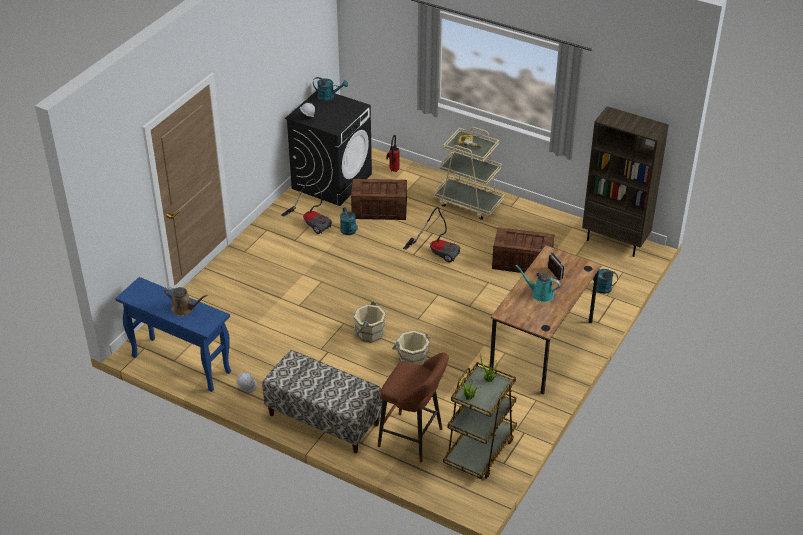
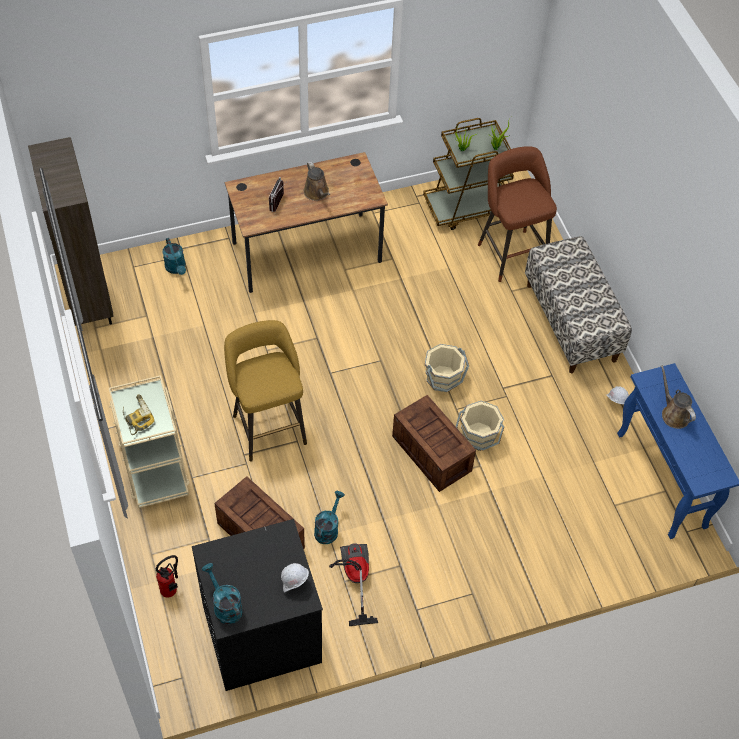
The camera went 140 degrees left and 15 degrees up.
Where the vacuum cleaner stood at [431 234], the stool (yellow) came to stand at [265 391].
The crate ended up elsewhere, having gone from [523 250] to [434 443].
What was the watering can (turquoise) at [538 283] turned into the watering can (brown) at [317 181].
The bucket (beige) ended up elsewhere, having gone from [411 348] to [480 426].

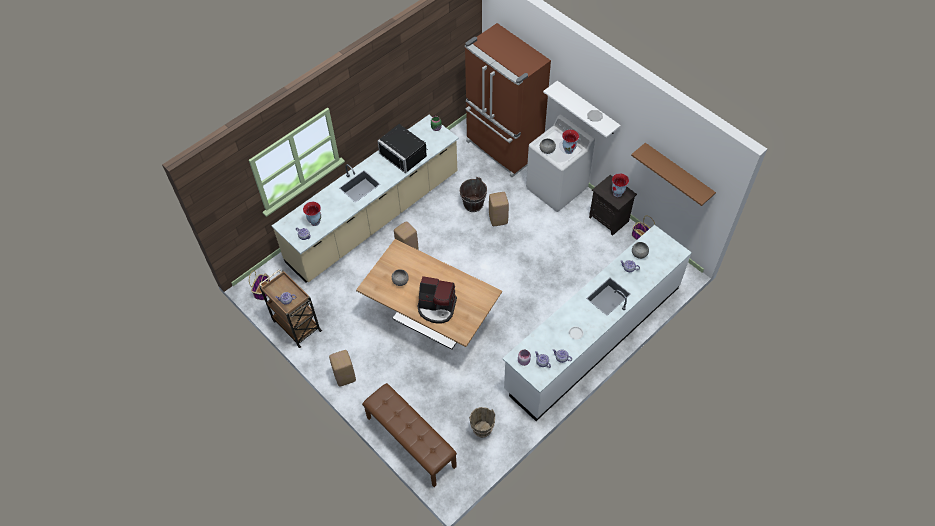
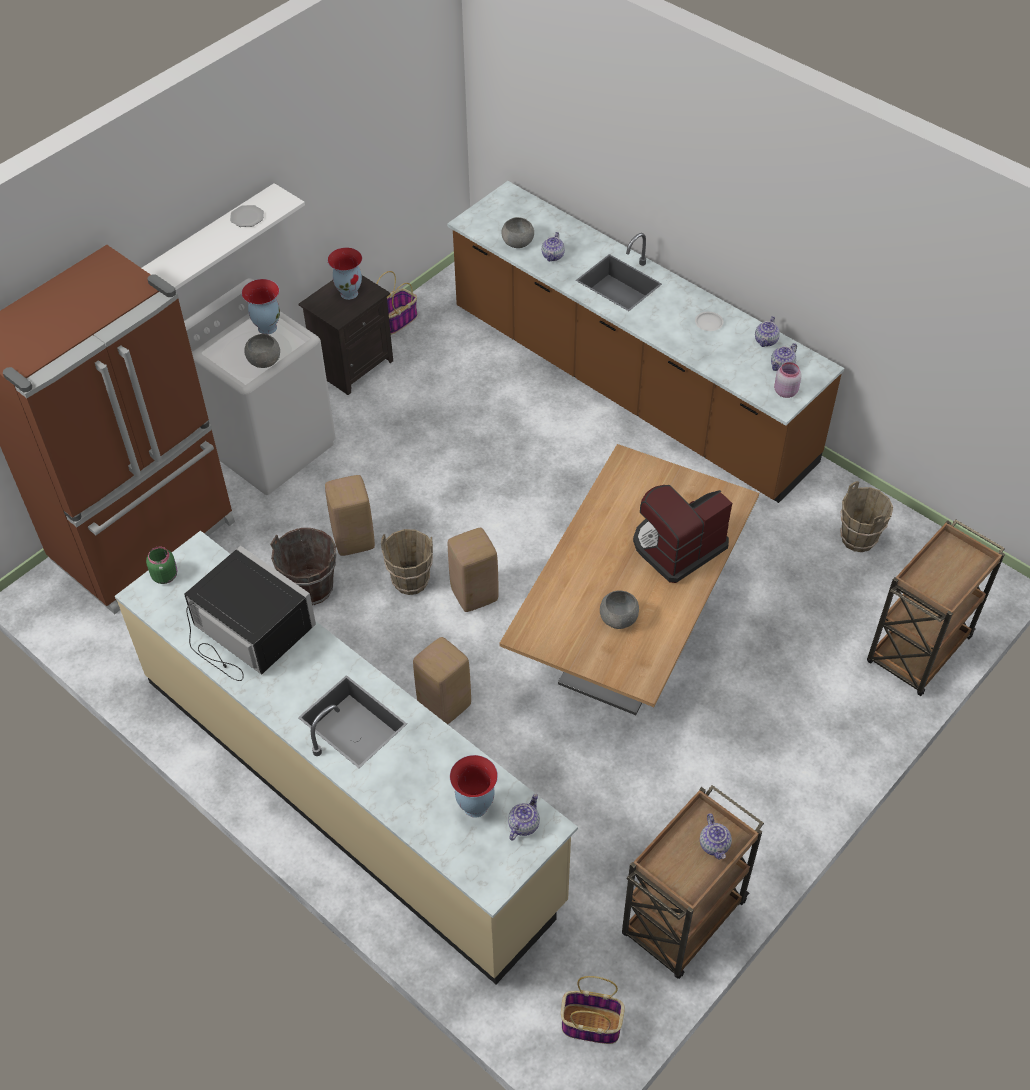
The camera went 95 degrees left and 5 degrees down.
The microwave (black) at [402 148] ended up facing another way, 90 degrees counterclockwise from before.
The second view lost the shelf (brown) at [673 174].
What was the counter (white) at [597 323] turned into the counter (brown) at [645 342].
The coffee machine at [437 299] ended up facing another way, 135 degrees counterclockwise from before.
The stool (beige) ended up elsewhere, having gone from [342 368] to [473 570].
Where the bench (brown) stood at [409 435], the cart (brown) came to stand at [936 607].
The second view gained the bucket (brown) at [407 562].

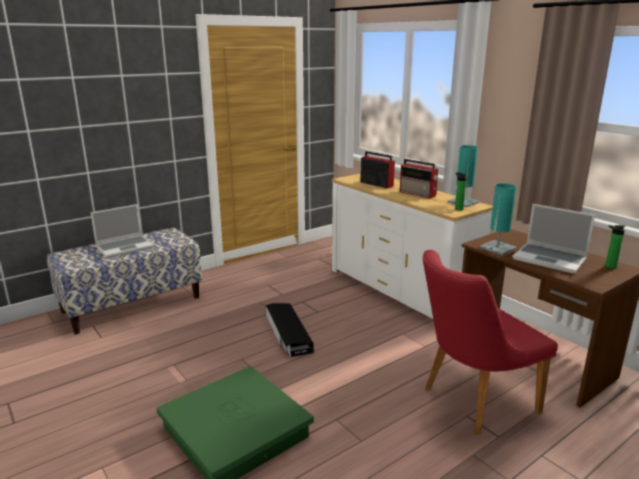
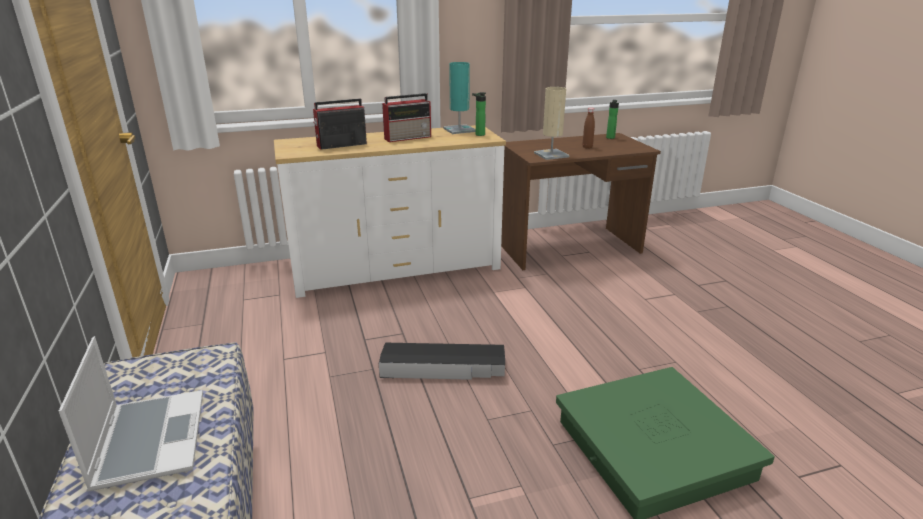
The camera went 70 degrees left and 5 degrees up.
What was the table lamp (turquoise) at [498 219] turned into the table lamp (beige) at [551 123].
Where the laptop stood at [553 238], the bottle (brown) came to stand at [588 128].
The second view lost the chair (red) at [490 342].

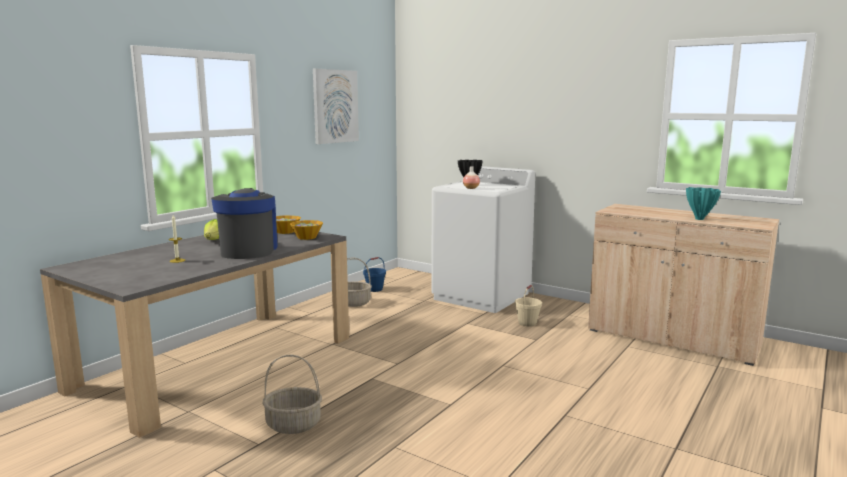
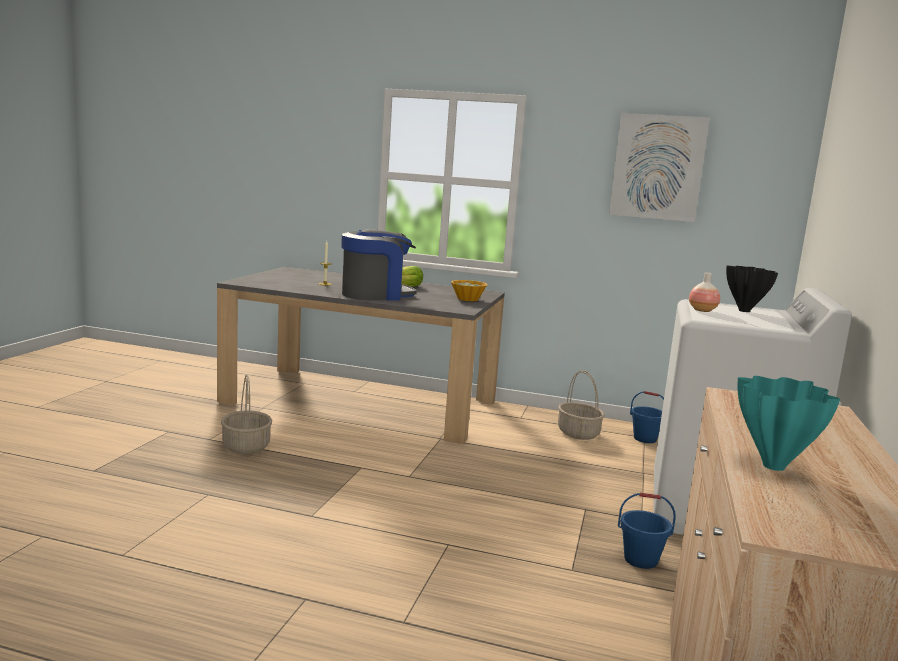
The camera went 70 degrees right and 0 degrees up.
The second view lost the bowl at [306 230].
What was the bucket (beige) at [528 306] turned into the bucket (blue) at [647 531].

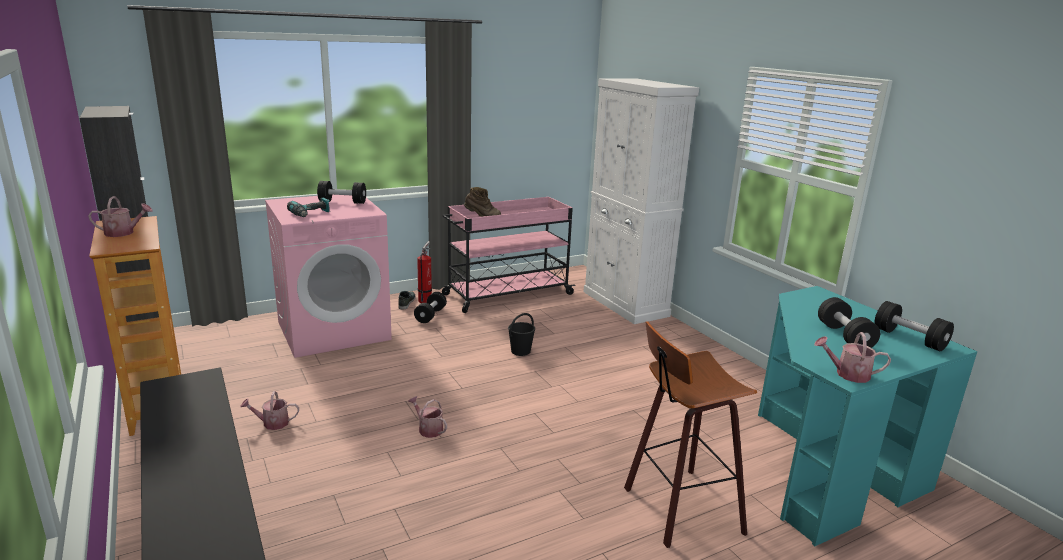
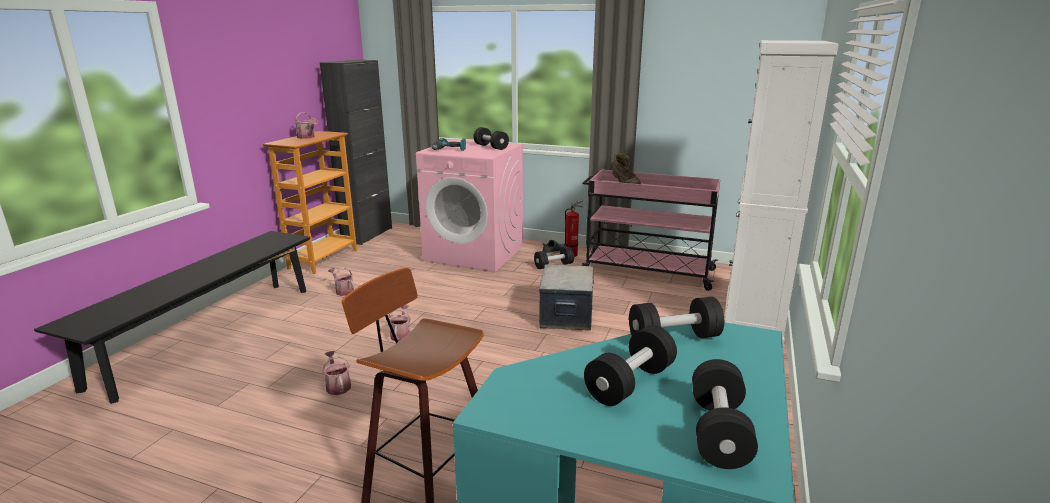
The camera went 50 degrees right and 0 degrees up.
Where the bucket (black) stood at [521 334], the storage box came to stand at [566 297].
The watering can ended up elsewhere, having gone from [852 357] to [336 373].
The second view gained the dumbbell (black) at [676 317].

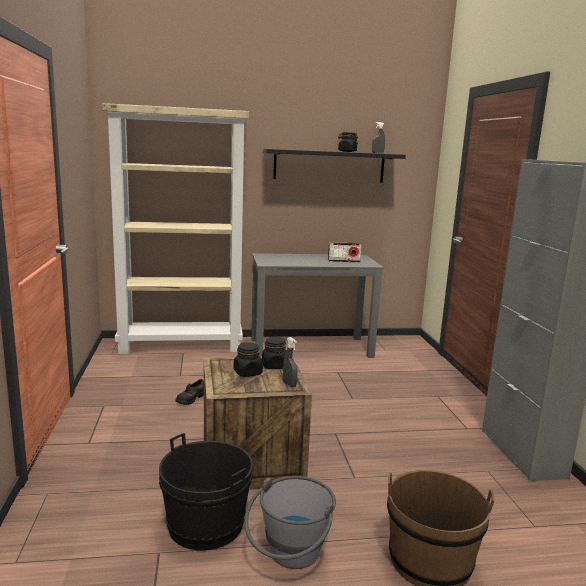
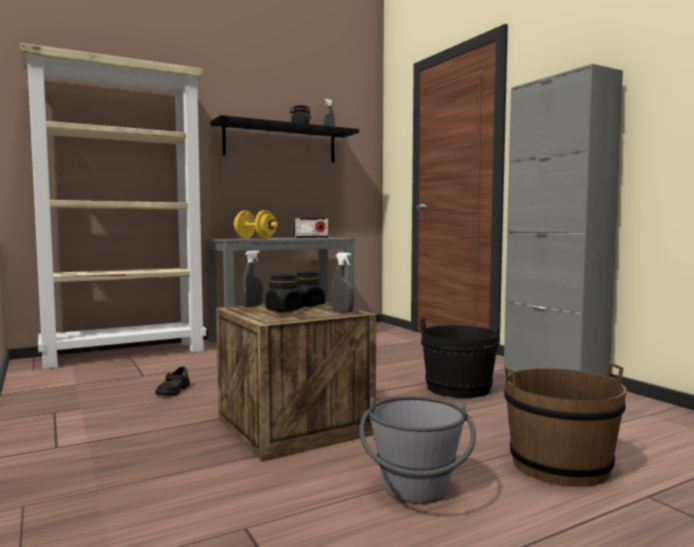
The camera went 20 degrees left and 10 degrees down.
The bucket (black) ended up elsewhere, having gone from [206 492] to [460 358].
The second view gained the dumbbell (yellow) at [255 224].
The second view gained the spray bottle (grey) at [252 278].

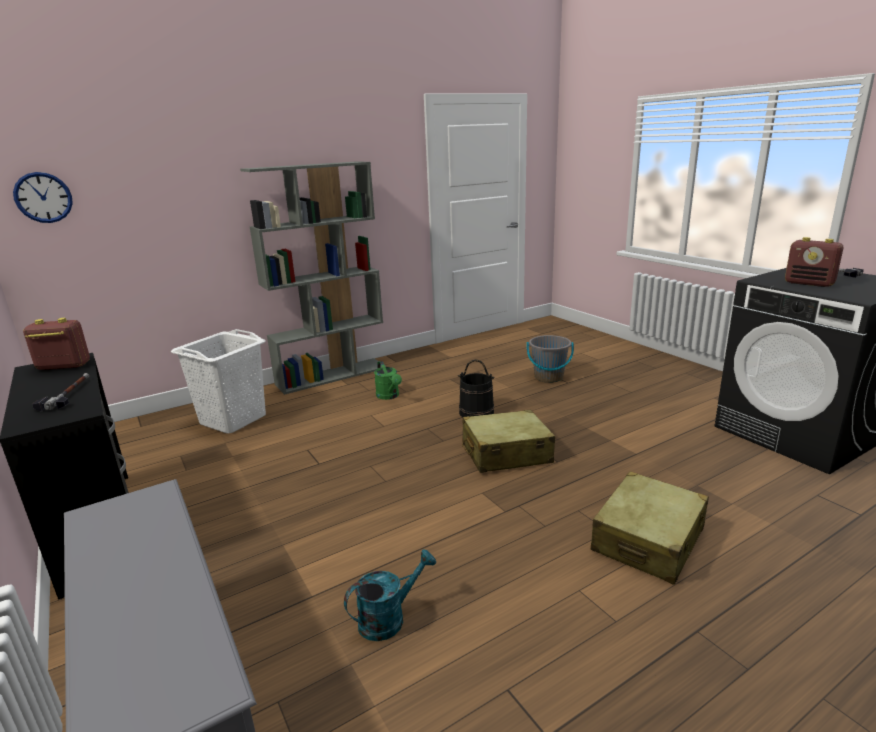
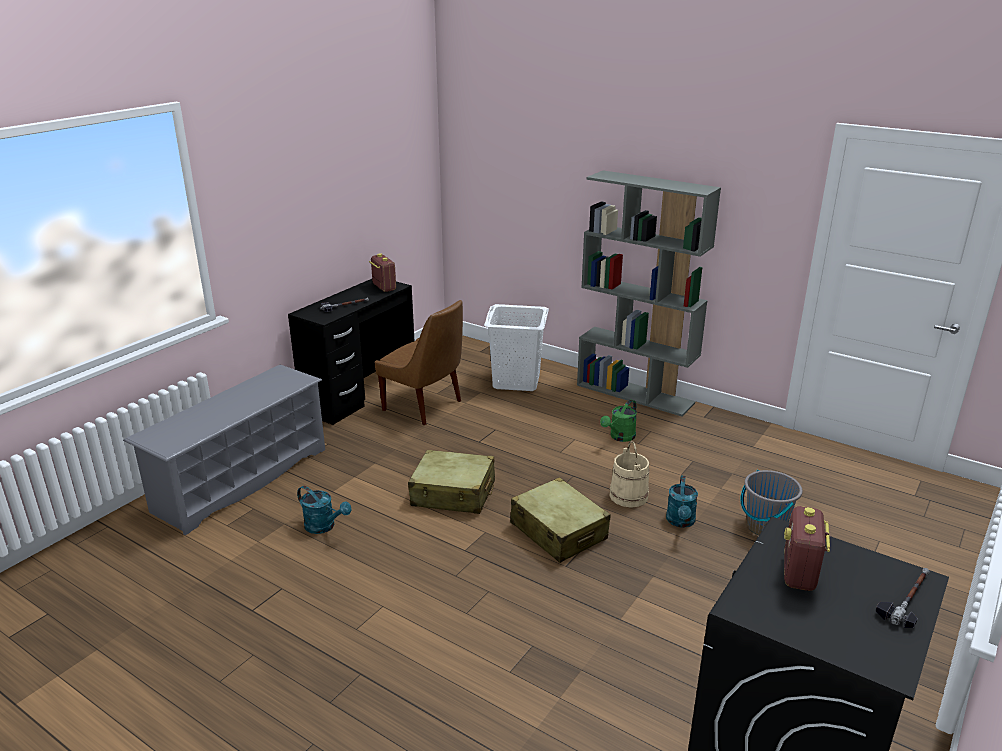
The camera went 65 degrees right and 5 degrees up.
The second view lost the wall clock at [43 197].
What was the bucket (black) at [476 388] turned into the bucket (beige) at [629 474].
The suitcase (beige) ended up elsewhere, having gone from [650 528] to [451 482].
The second view gained the chair (brown) at [419 362].
The second view gained the watering can (turquoise) at [682 502].

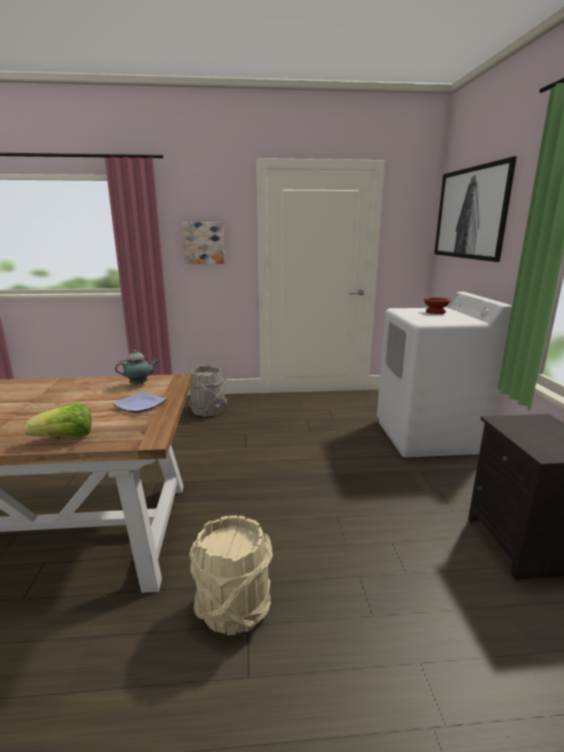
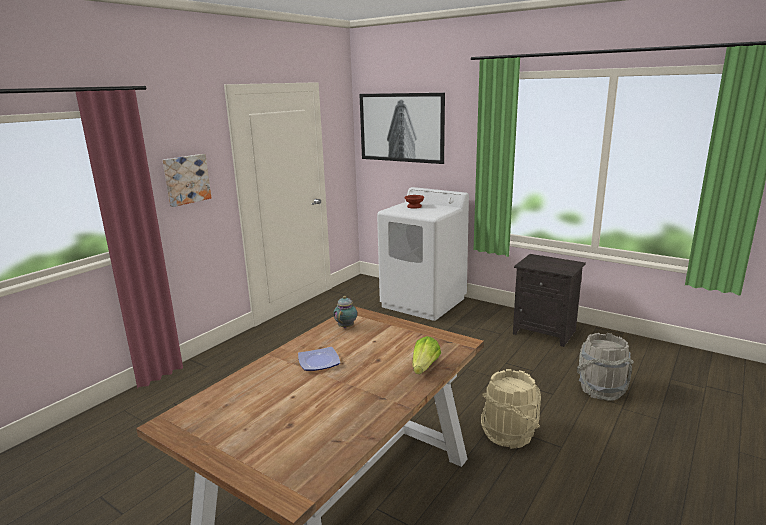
The camera went 50 degrees left and 0 degrees up.
The bucket (grey) ended up elsewhere, having gone from [208 391] to [605 367].
The plate ended up elsewhere, having gone from [139 402] to [319 359].

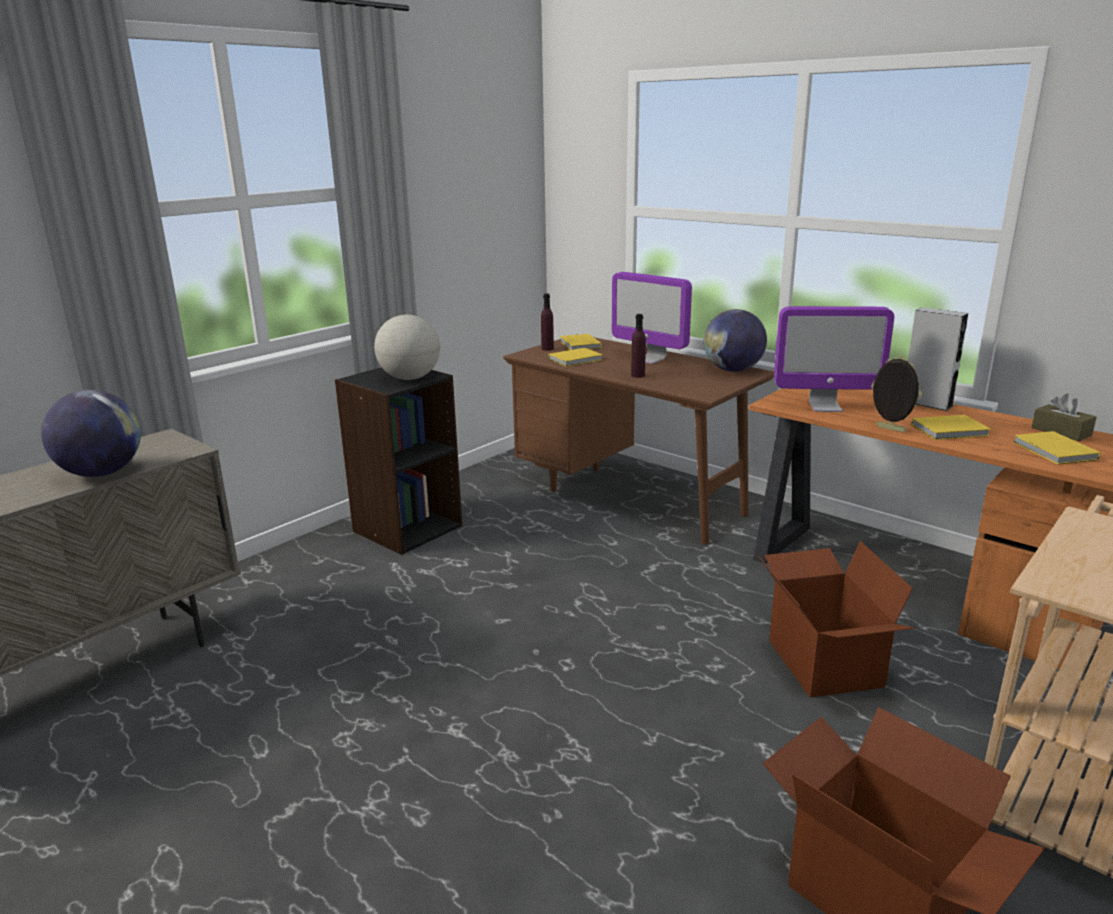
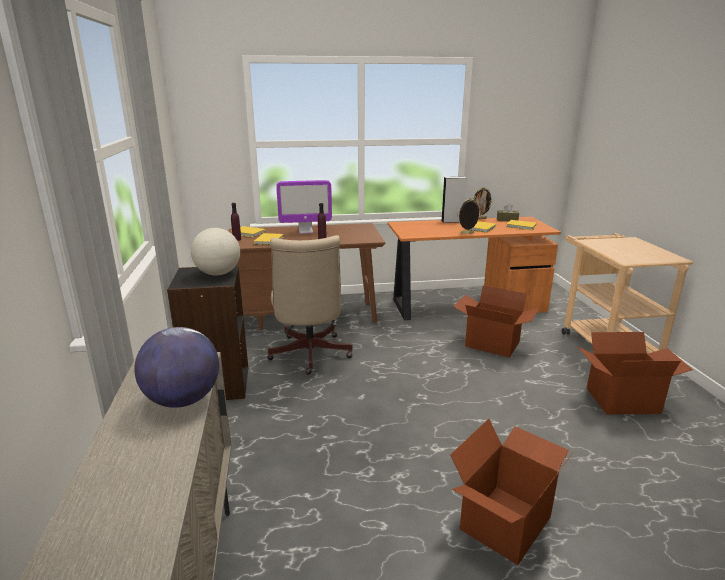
The camera went 50 degrees left and 0 degrees up.
The second view lost the monitor at [834 359].
The second view lost the globe at [735 340].
The second view gained the picture frame at [483 203].
The second view gained the office chair (beige) at [310 305].
The second view gained the cardboard box at [511 492].

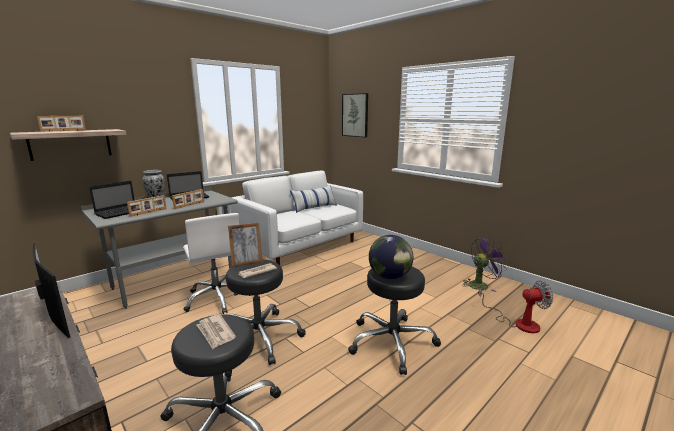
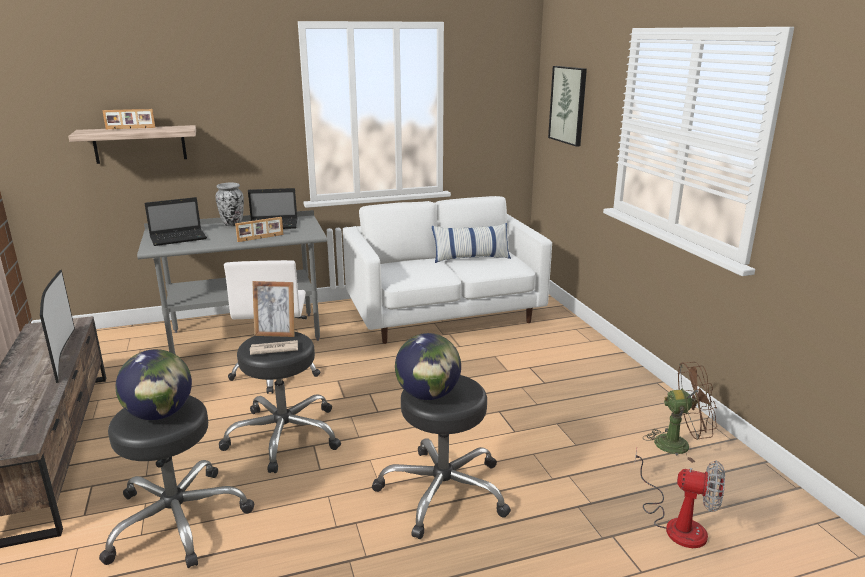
The camera went 25 degrees right and 5 degrees up.
The second view lost the picture frame at [147 206].
What was the fan (purple) at [484 265] turned into the fan (brown) at [680 412].
Where the newspaper stood at [216 331], the globe came to stand at [154 384].

